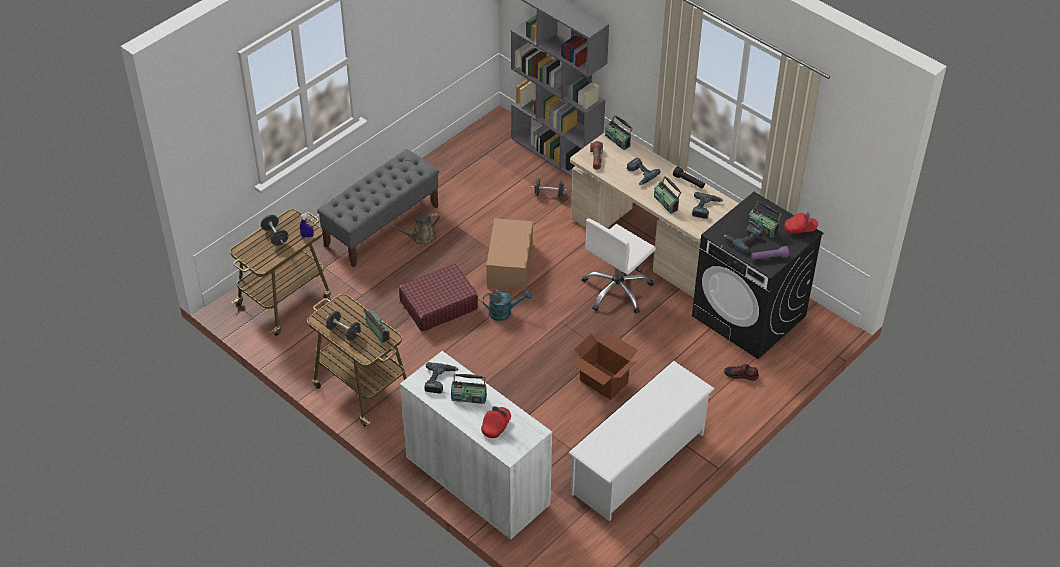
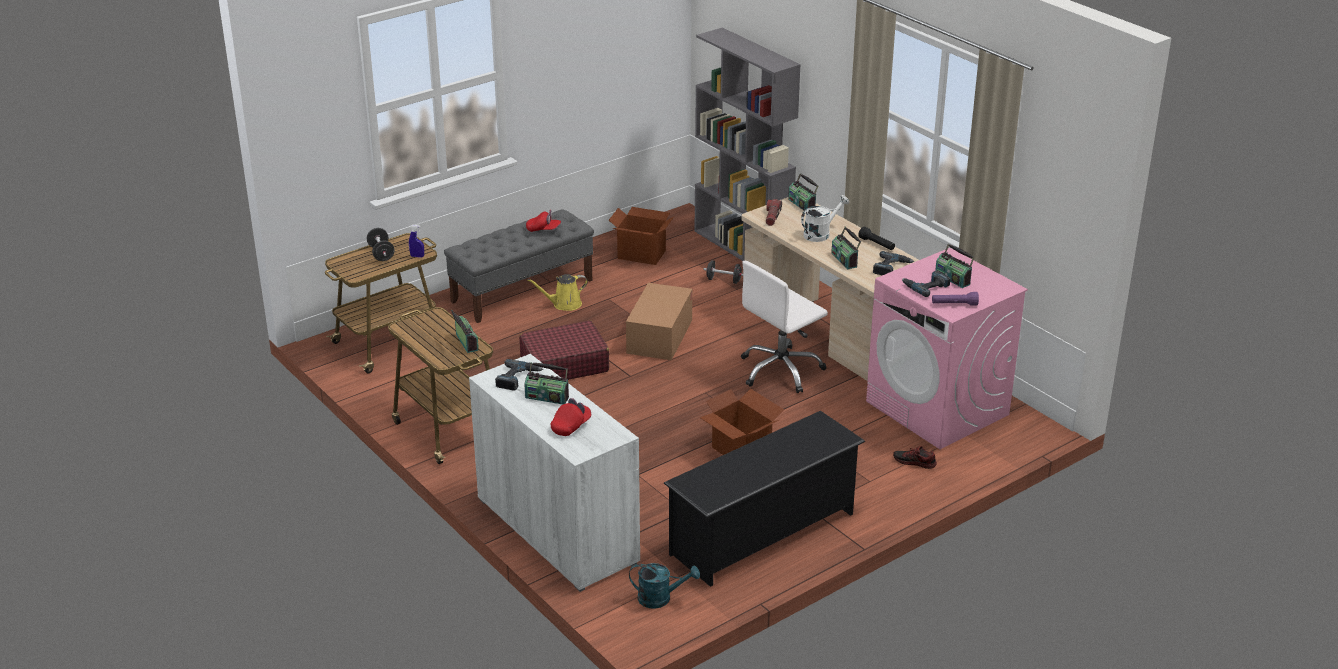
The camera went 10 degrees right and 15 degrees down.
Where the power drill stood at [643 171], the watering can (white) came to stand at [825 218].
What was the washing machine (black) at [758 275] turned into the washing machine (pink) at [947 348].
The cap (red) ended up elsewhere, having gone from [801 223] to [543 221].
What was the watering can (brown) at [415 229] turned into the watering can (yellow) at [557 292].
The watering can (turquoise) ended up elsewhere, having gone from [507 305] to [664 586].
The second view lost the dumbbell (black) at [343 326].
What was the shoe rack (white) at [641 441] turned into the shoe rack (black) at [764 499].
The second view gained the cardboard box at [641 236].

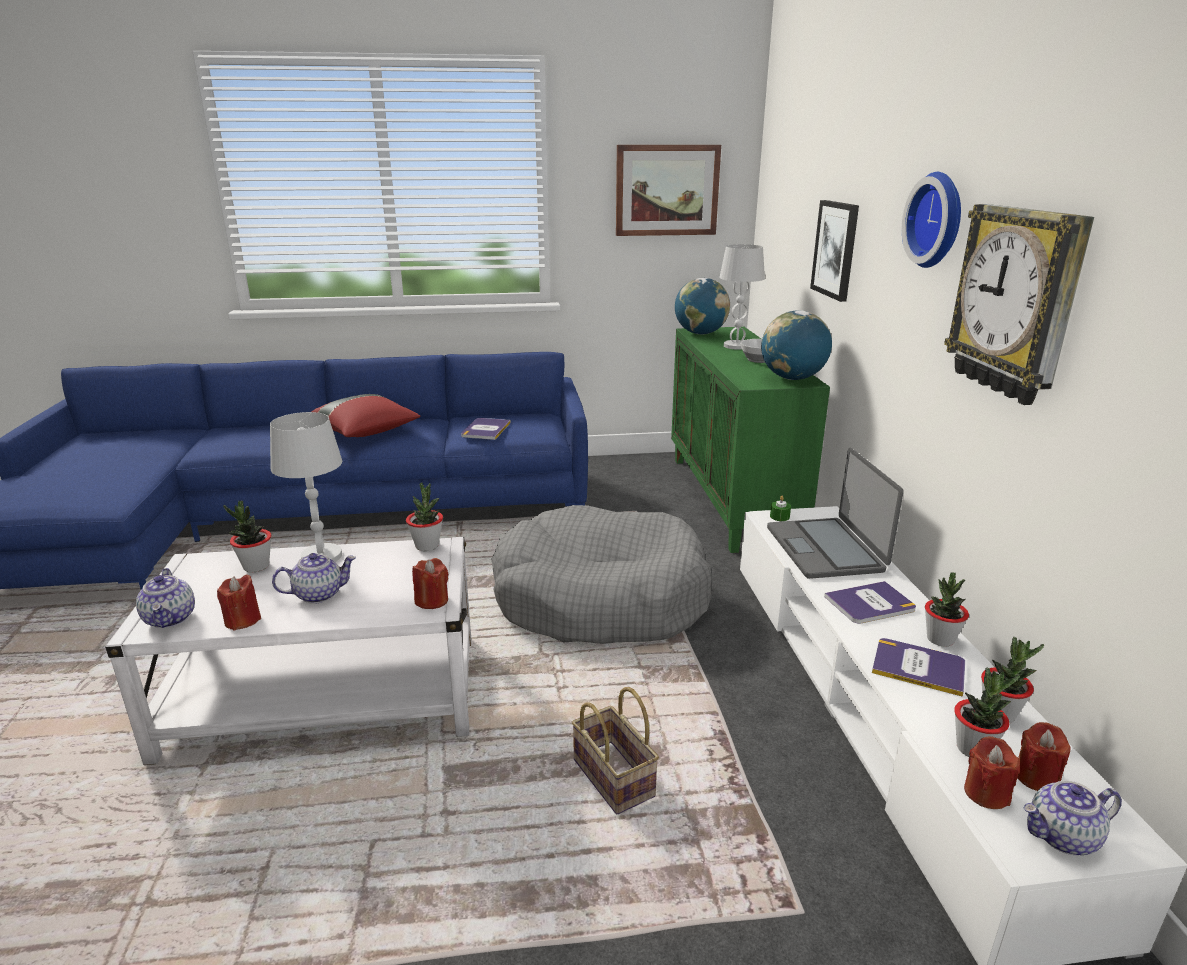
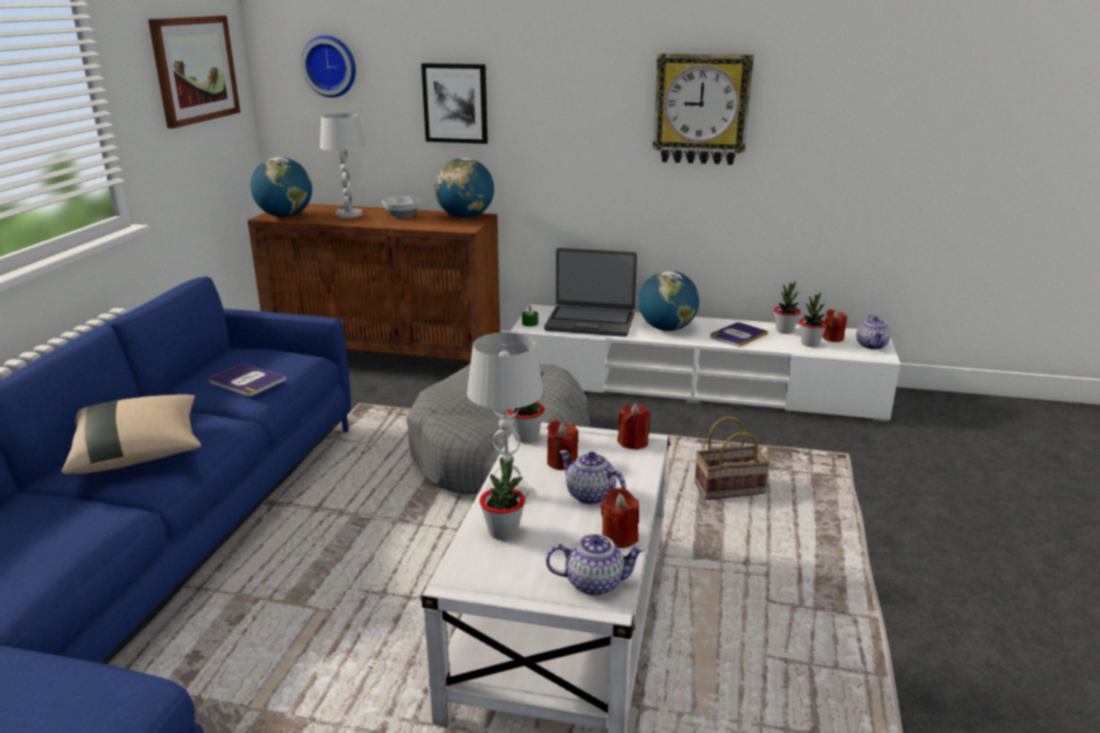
The camera went 70 degrees left and 0 degrees up.
The wall clock ended up elsewhere, having gone from [931 220] to [328 66].
What was the cabinet (green) at [750 440] turned into the cabinet (brown) at [373 284].
What was the pillow (red) at [366 415] turned into the pillow (beige) at [131 434].
The teapot at [314 578] ended up facing another way, 45 degrees counterclockwise from before.
The second view lost the potted plant at [947 609].
Where the book stood at [870 602], the globe came to stand at [669 301].
The candle (red) ended up elsewhere, having gone from [992 773] to [562 445].

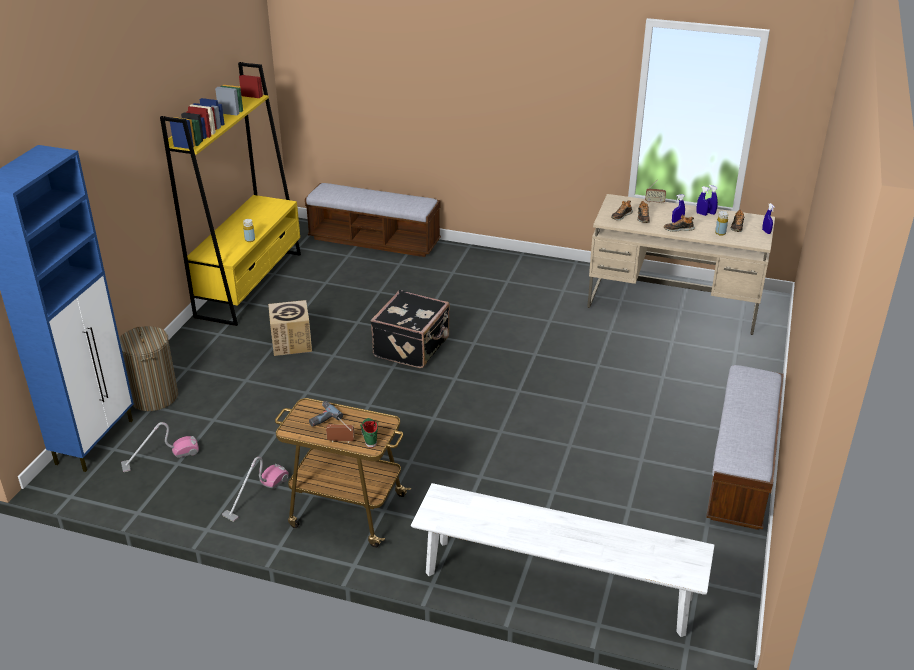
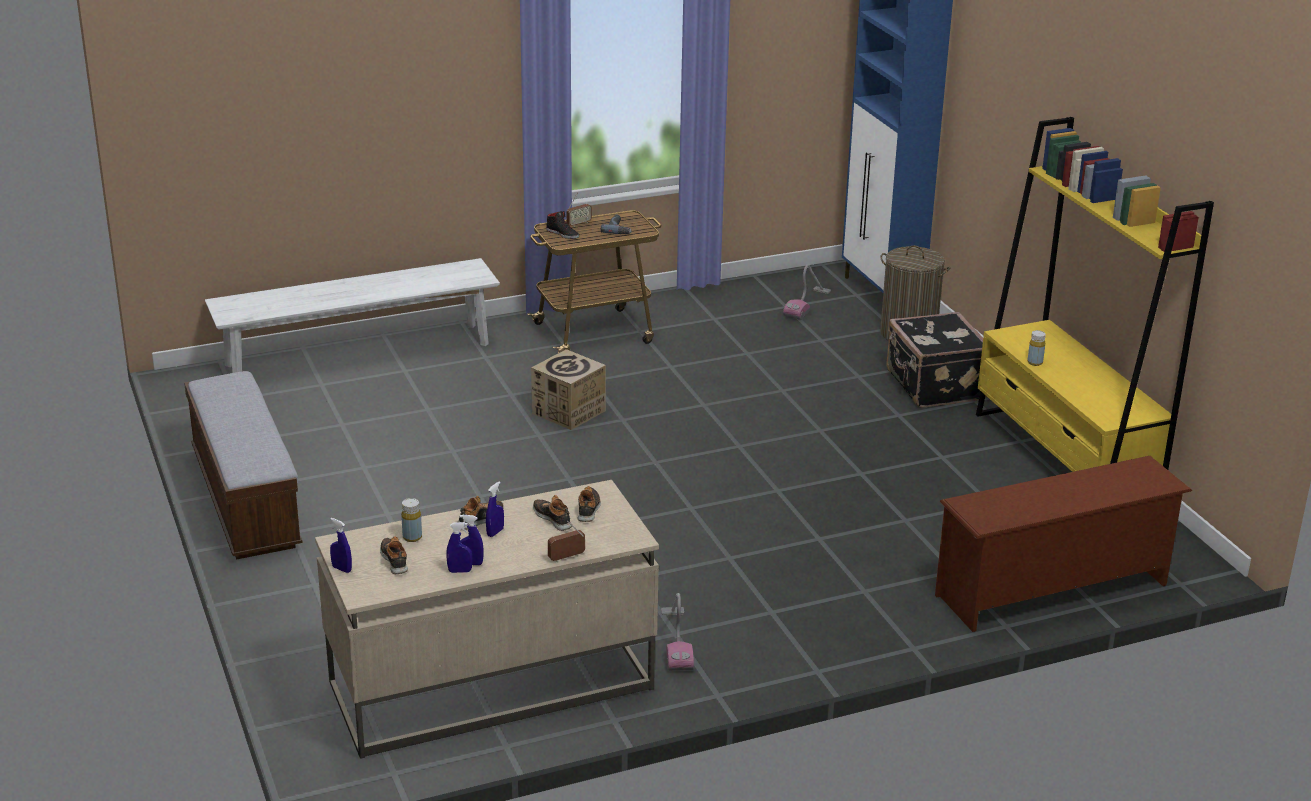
The camera went 140 degrees right and 5 degrees down.
Where the bench stood at [373 220], the shoe rack (brown) came to stand at [1063 544].
The suitcase (black) ended up elsewhere, having gone from [410 329] to [936 360].
The cardboard box ended up elsewhere, having gone from [290 328] to [568 389].
What was the shoe (green) at [369 433] turned into the shoe (black) at [562 225].
The vacuum cleaner ended up elsewhere, having gone from [255 489] to [677 632].

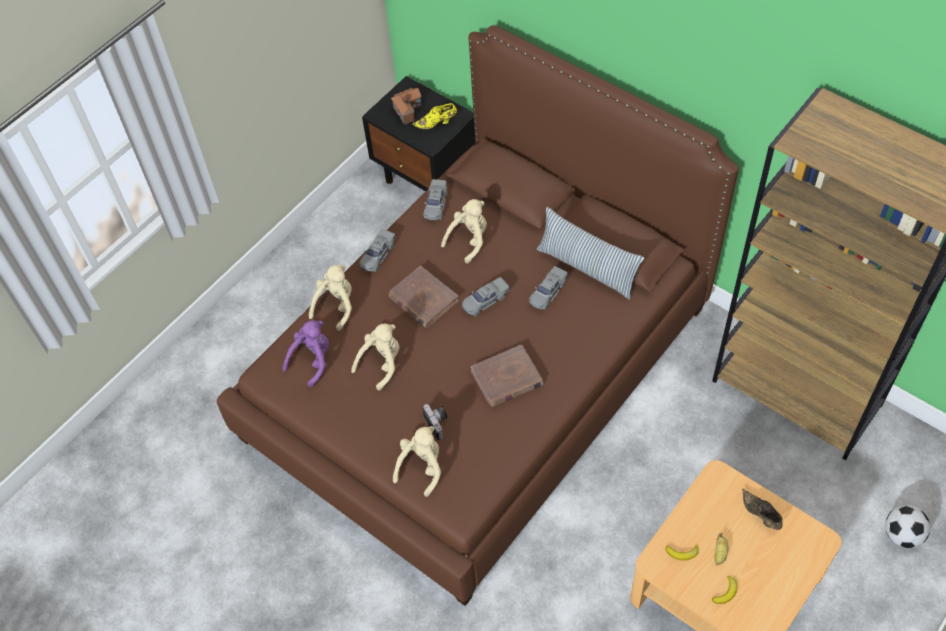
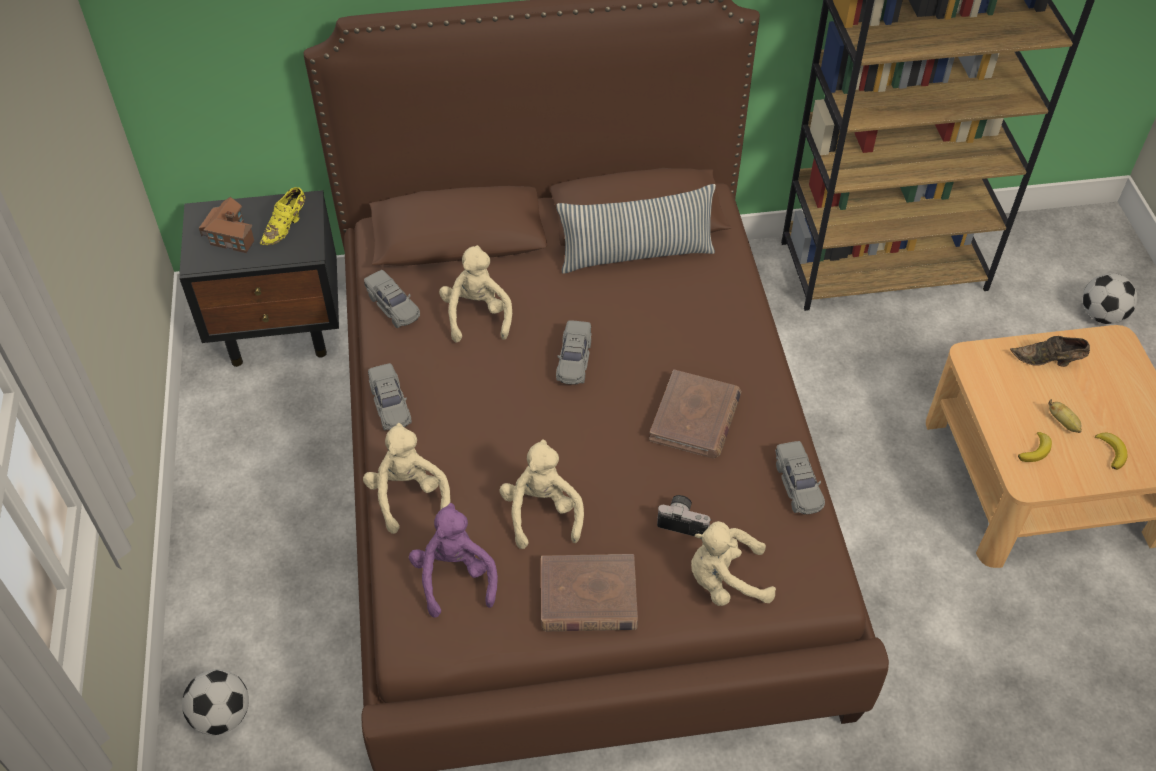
The camera went 50 degrees left and 5 degrees down.
The book (brown) ended up elsewhere, having gone from [424 297] to [589 592].
The toy car (grey) ended up elsewhere, having gone from [548 288] to [800 477].
The plush toy (beige) at [417 461] ended up facing another way, 75 degrees counterclockwise from before.
The second view gained the football at [215 702].

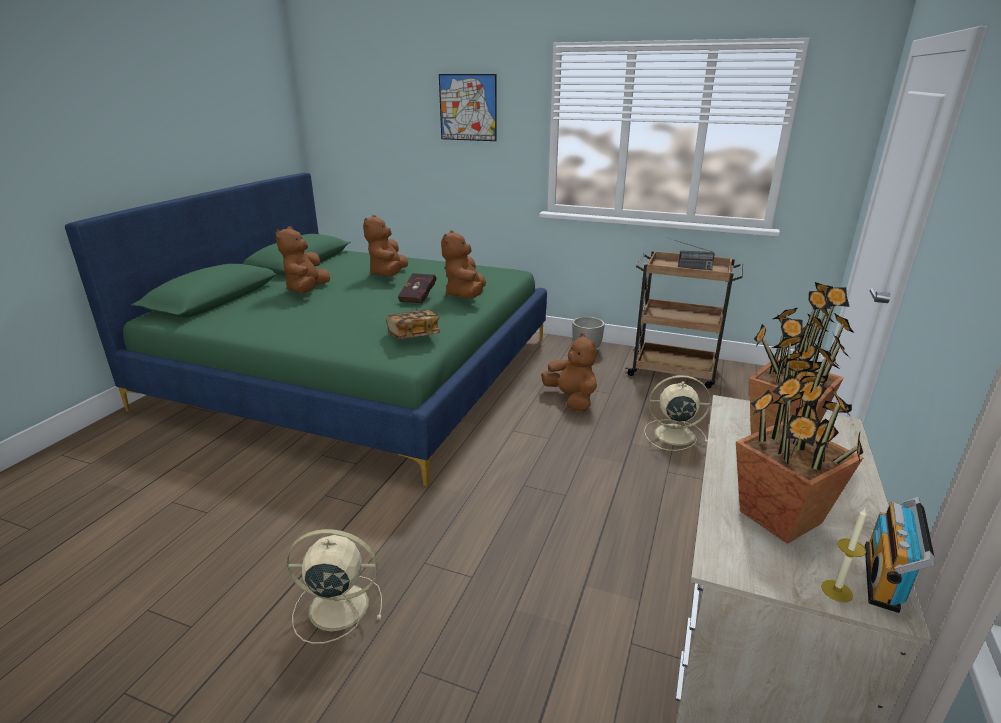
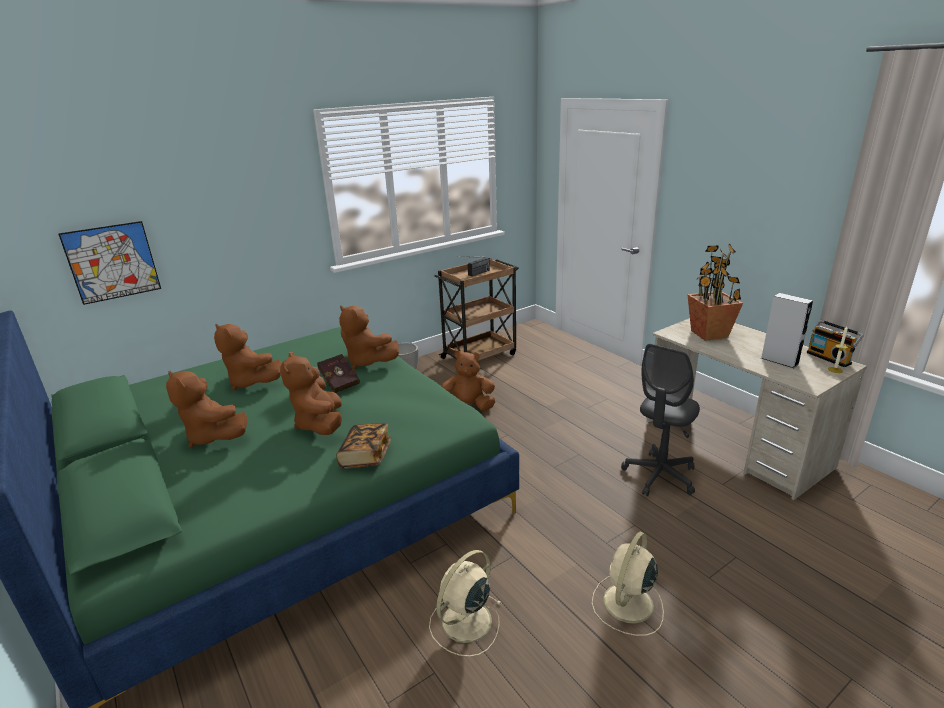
The camera went 55 degrees left and 0 degrees up.
The picture ended up elsewhere, having gone from [468 107] to [109 263].
The book ended up elsewhere, having gone from [413 324] to [363 446].
Where the potted plant stood at [799 438], the speaker (grey) came to stand at [787 330].
The fan (beige) ended up elsewhere, having gone from [677 413] to [465 603].
The second view gained the office chair (grey) at [660 420].
The second view gained the plush toy (brown) at [311 393].

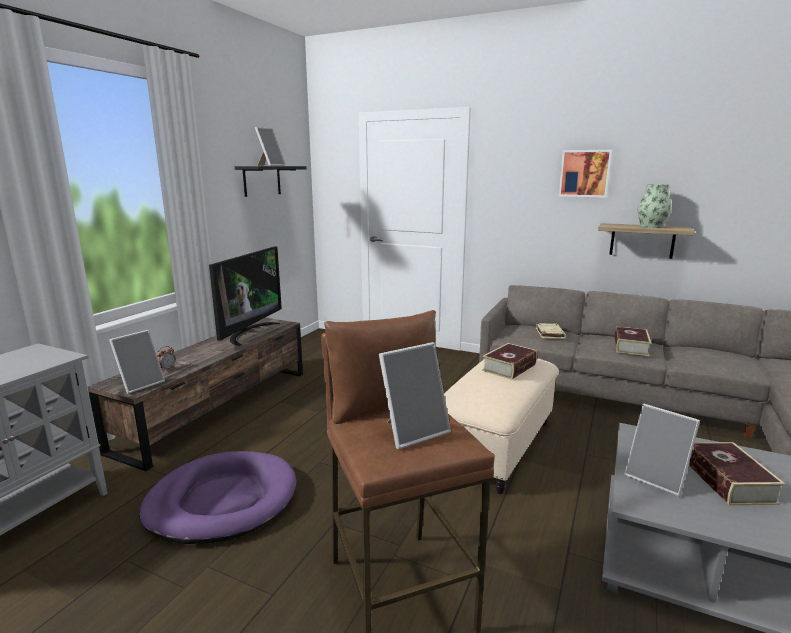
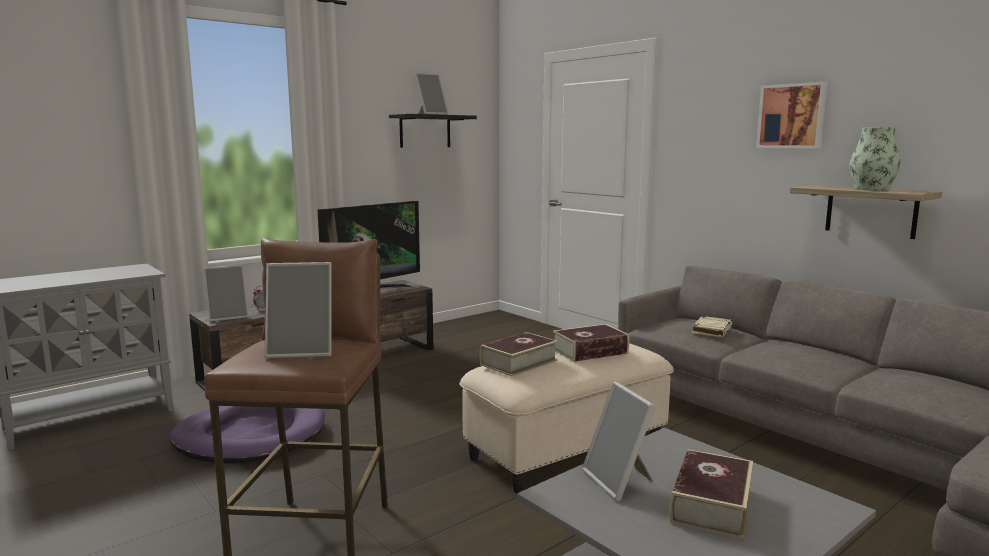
The camera went 25 degrees right and 5 degrees down.
The book ended up elsewhere, having gone from [633 341] to [518 354].

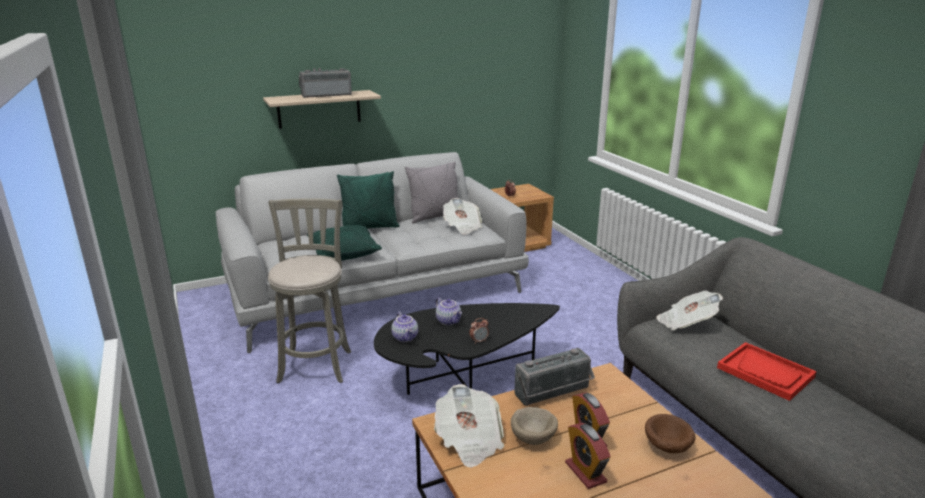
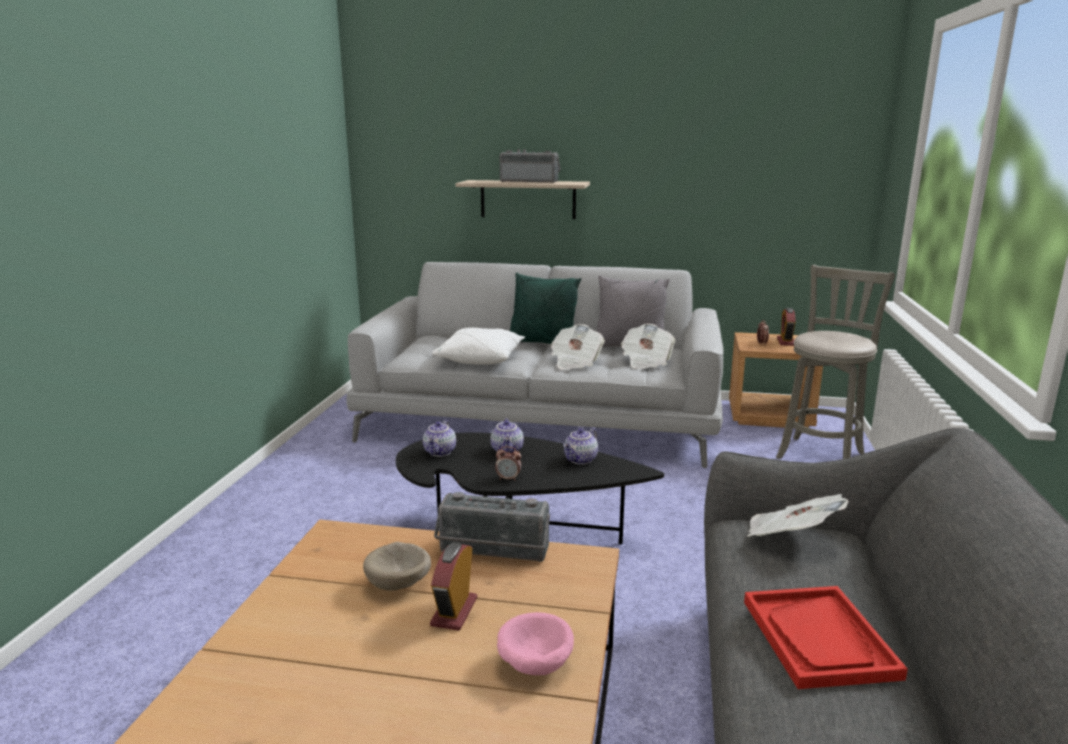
The camera went 35 degrees right and 5 degrees down.
The stool (grey) ended up elsewhere, having gone from [309 291] to [835 362].
What was the pillow (green) at [344 243] turned into the pillow (white) at [478 346].
The newspaper ended up elsewhere, having gone from [469 426] to [578 347].
What was the bowl (brown) at [670 433] turned into the bowl (pink) at [535 643].
The alarm clock ended up elsewhere, having gone from [588 456] to [786 327].
The second view gained the teapot at [580 446].

